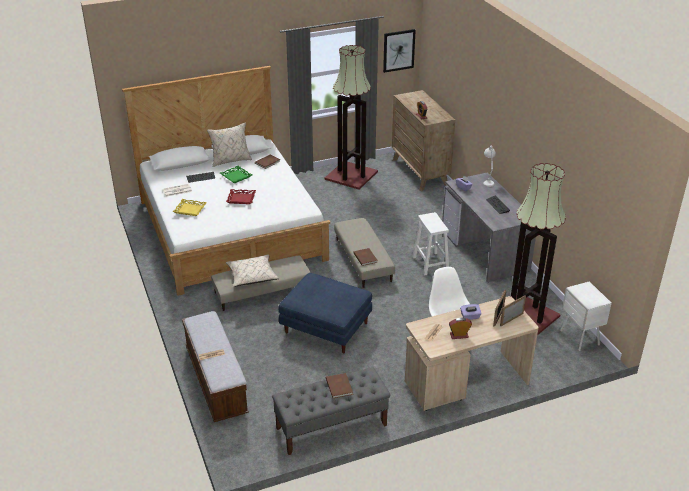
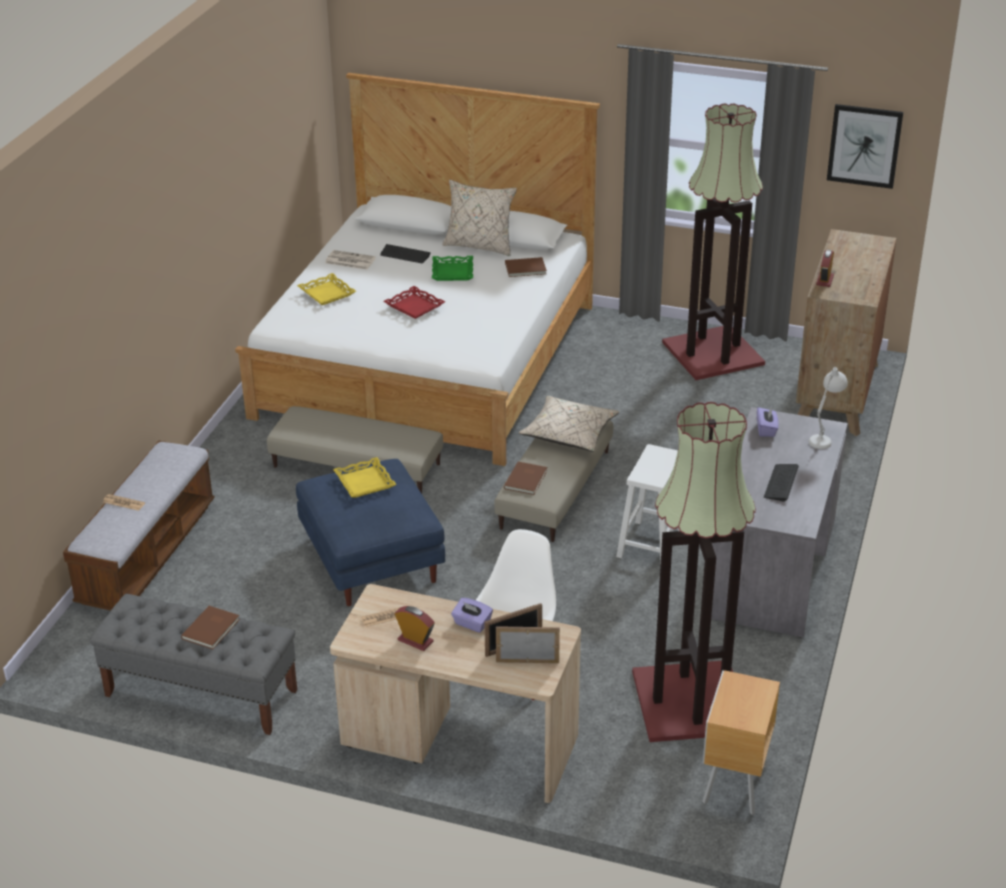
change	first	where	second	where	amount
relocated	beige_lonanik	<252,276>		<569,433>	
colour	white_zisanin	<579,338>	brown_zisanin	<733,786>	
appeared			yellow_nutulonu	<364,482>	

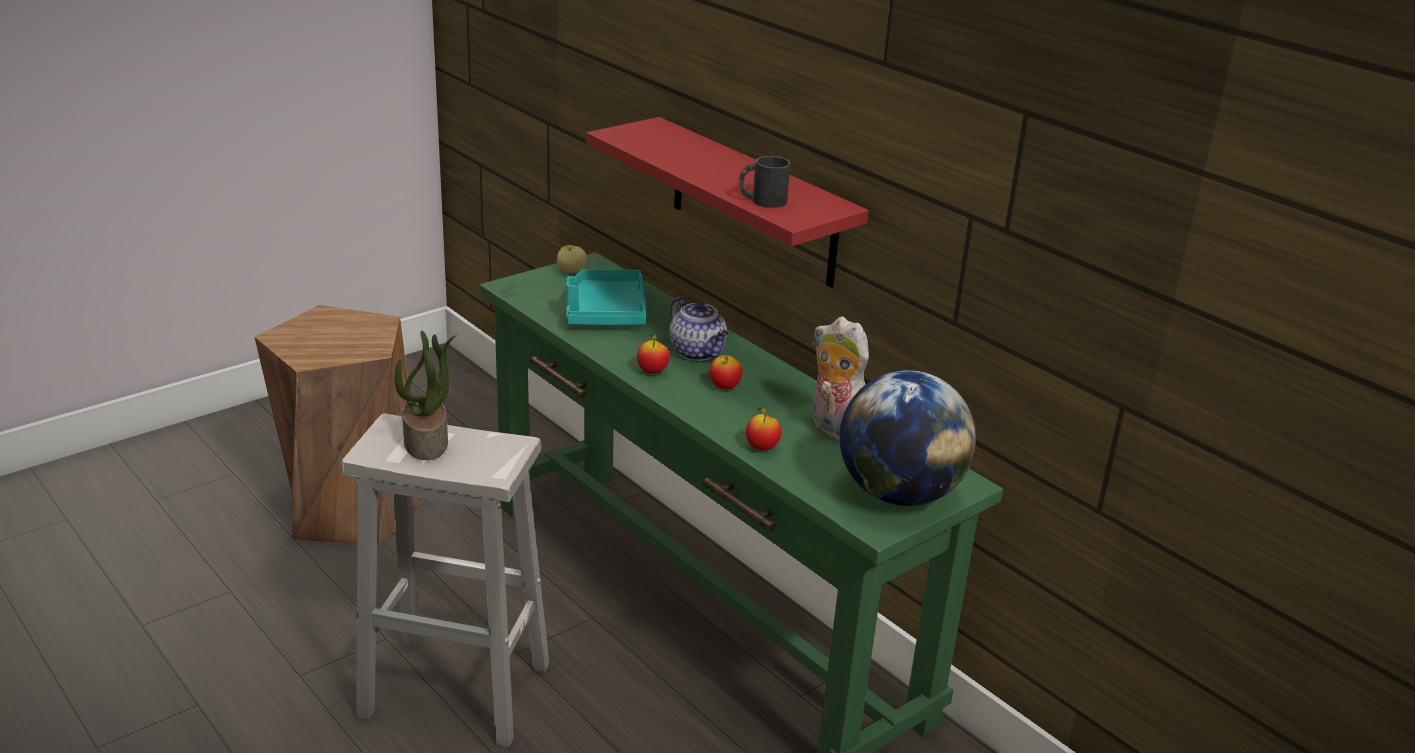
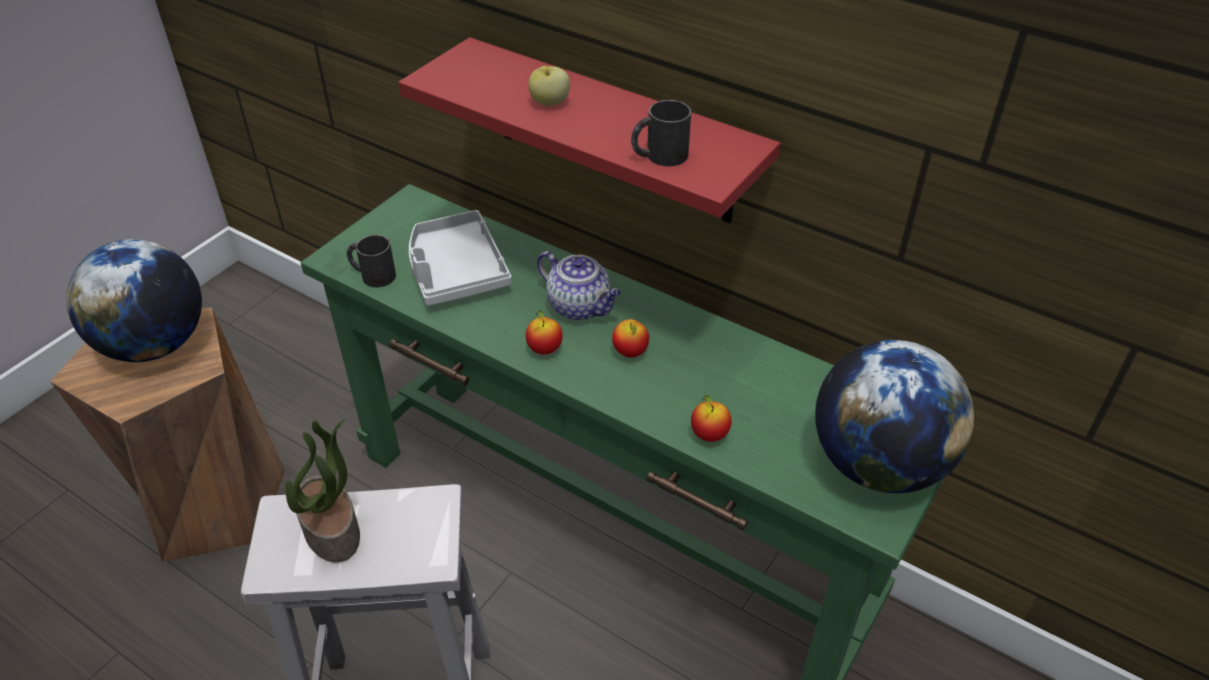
change	first	where	second	where	amount
relocated	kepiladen	<571,271>		<549,102>	
colour	turquoise_nutulonu	<605,312>	grey_nutulonu	<456,271>	
missing	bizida	<833,429>			
appeared			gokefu	<155,345>	
appeared			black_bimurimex	<372,275>	

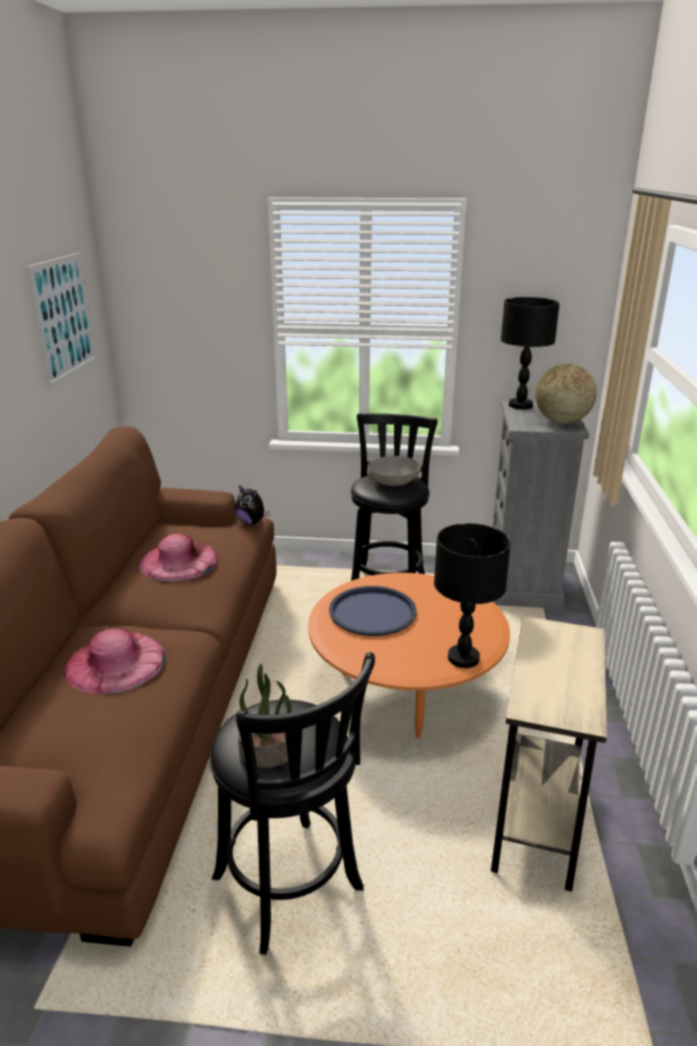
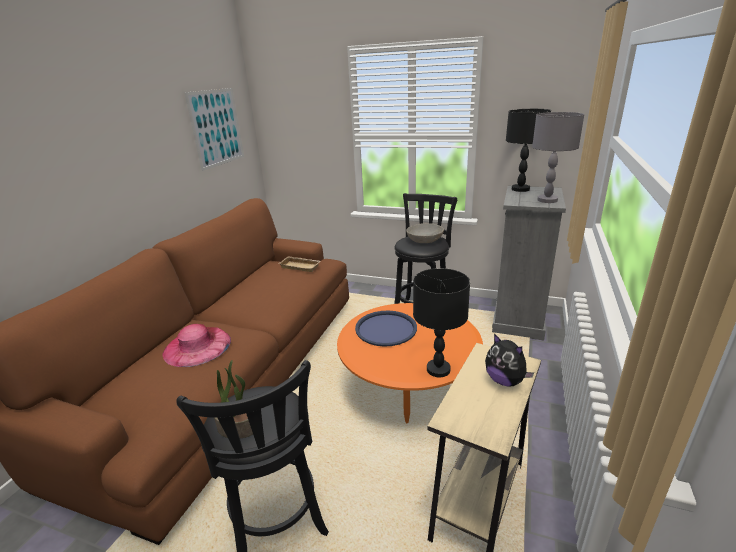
change	first	where	second	where	amount
missing	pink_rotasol	<179,561>			
relocated	bizida	<252,522>		<505,380>	
exchanged	gokefu	<561,422>	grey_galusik	<547,200>	
appeared			beige_nutulonu	<301,266>	

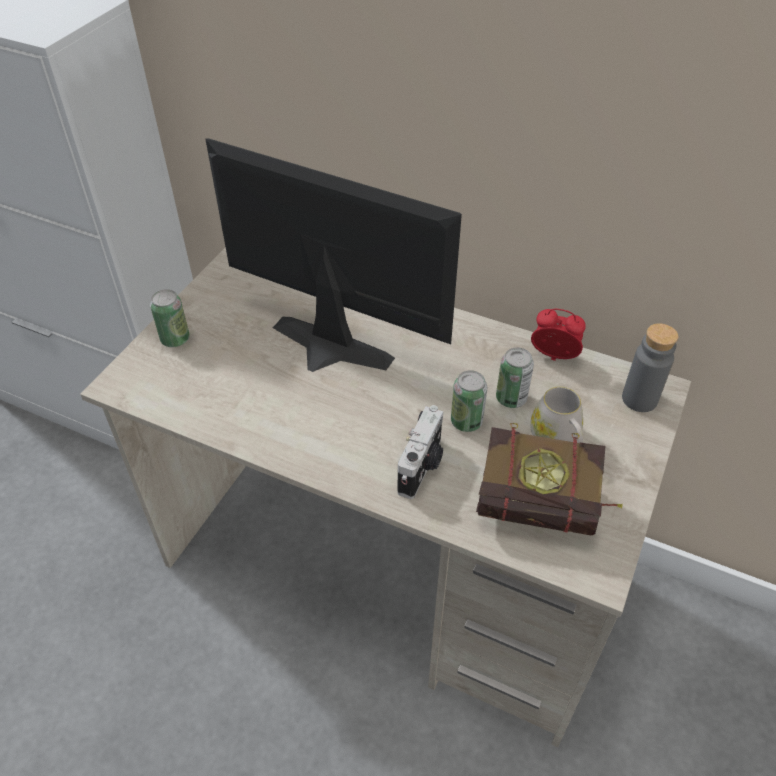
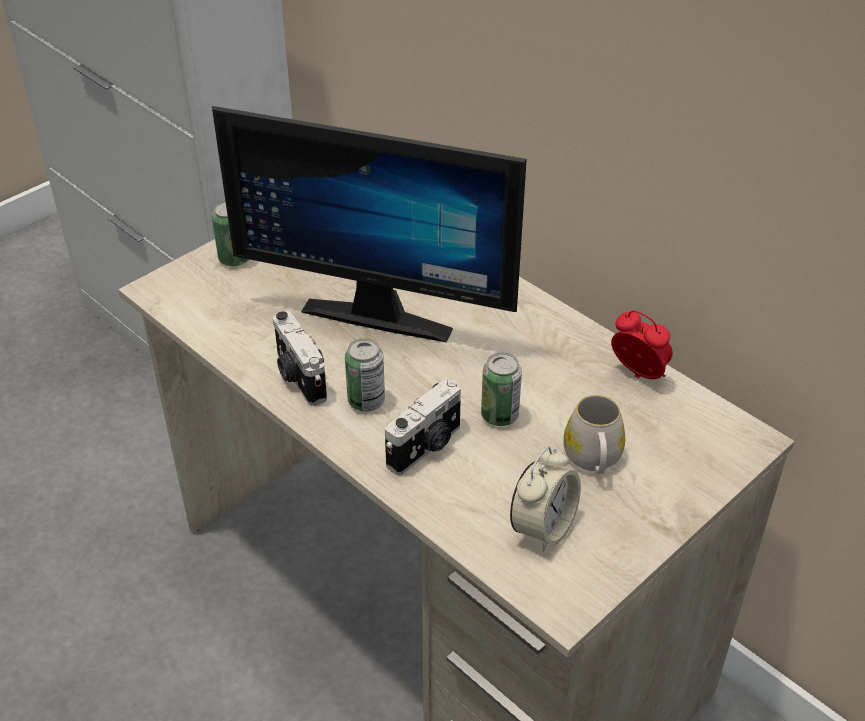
change	first	where	second	where	amount
spun	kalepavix	<324,353>		<382,308>	150 degrees clockwise
exchanged	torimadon	<549,510>	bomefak	<543,527>	
relocated	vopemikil	<511,398>		<366,401>	
missing	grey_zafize	<639,399>			
appeared			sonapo	<299,377>	

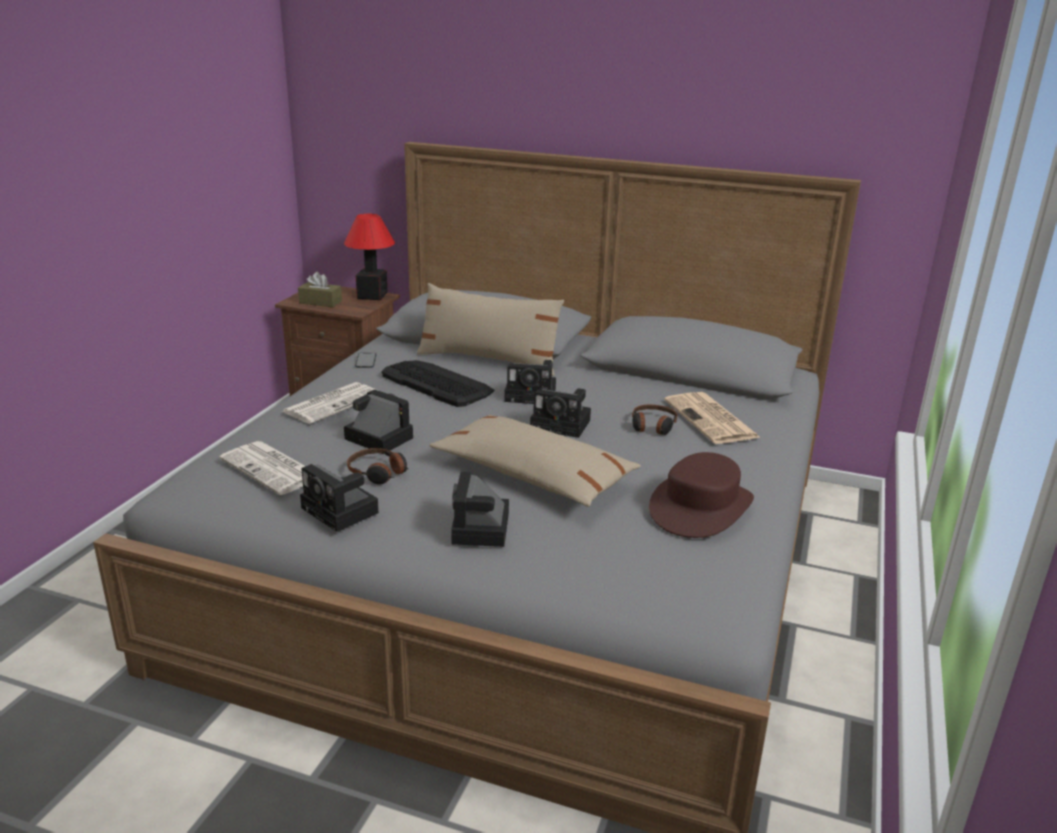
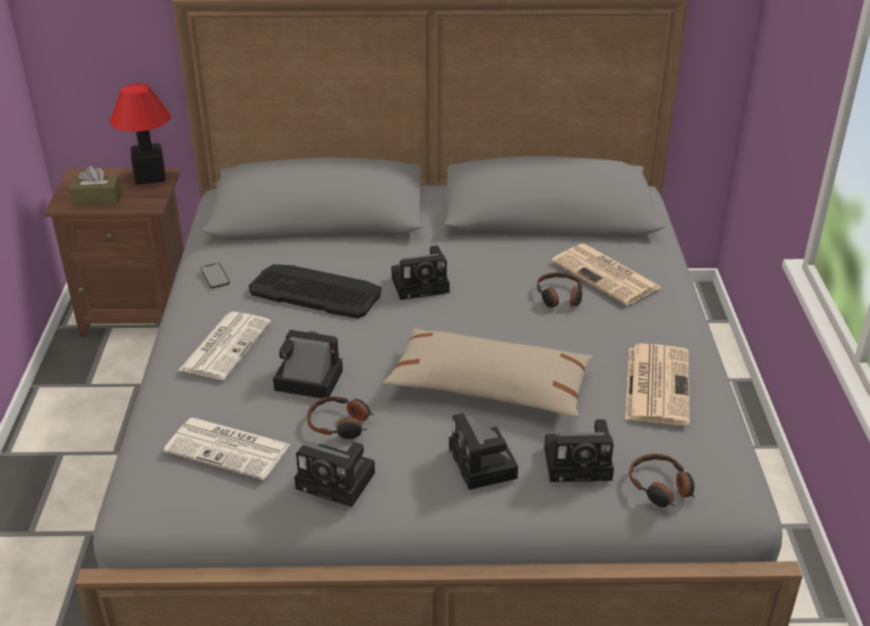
change	first	where	second	where	amount
missing	beige_lonanik	<488,360>			
relocated	sonapo	<563,425>		<580,462>	
exchanged	brown_rotasol	<700,507>	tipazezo	<656,384>	
appeared			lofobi	<661,488>	

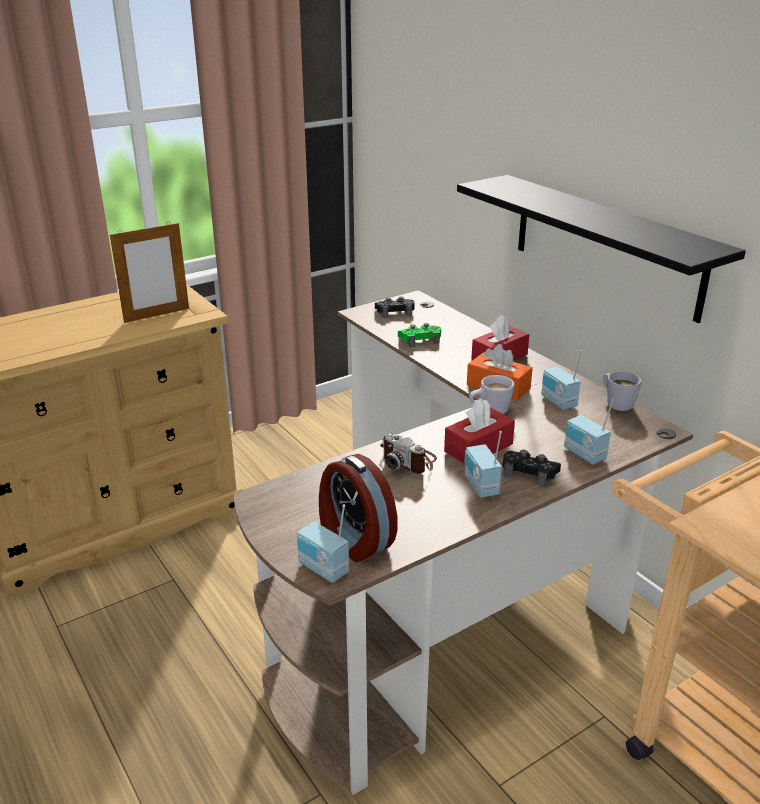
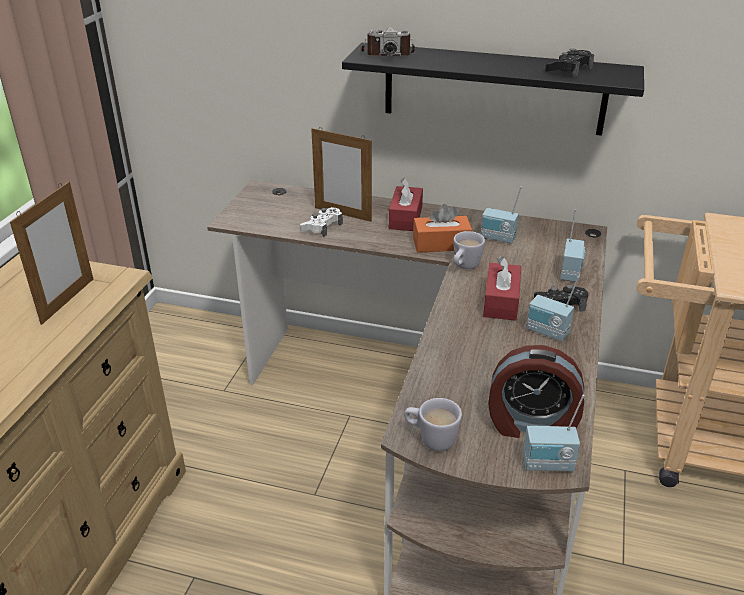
change	first	where	second	where	amount
relocated	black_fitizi	<395,312>		<569,70>	
relocated	sonapo	<409,460>		<387,53>	
colour	green_fitizi	<420,340>	white_fitizi	<322,226>	
spun	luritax	<583,455>		<571,273>	90 degrees counterclockwise
relocated	white_bimurimex	<616,403>		<430,439>	
appeared			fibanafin	<343,214>	

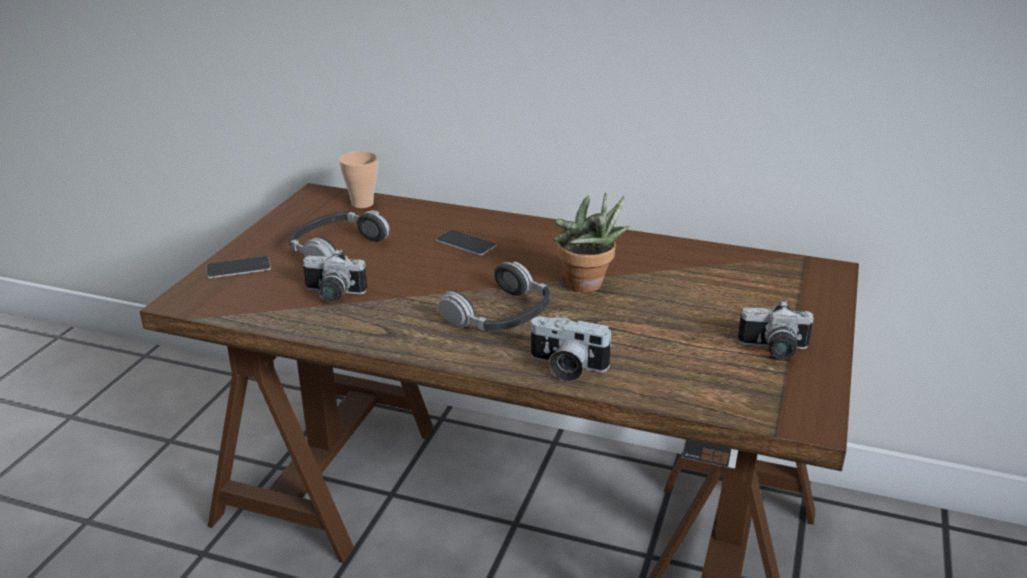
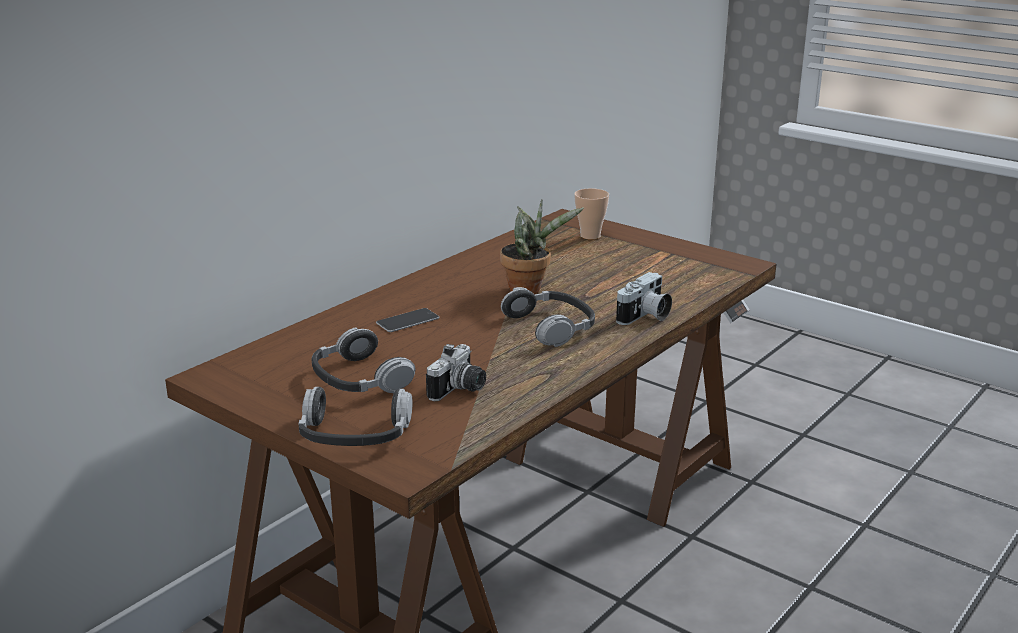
change	first	where	second	where	amount
exchanged	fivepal	<238,267>	lofobi	<355,434>	
relocated	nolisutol	<362,203>		<590,236>	
missing	sonapo	<774,350>			

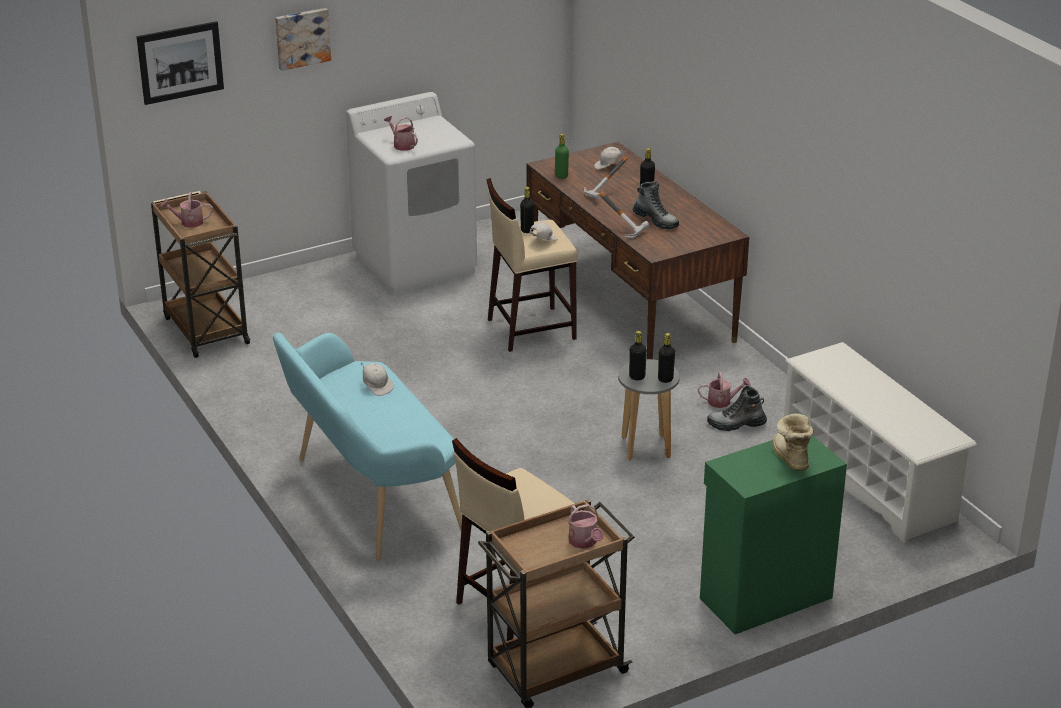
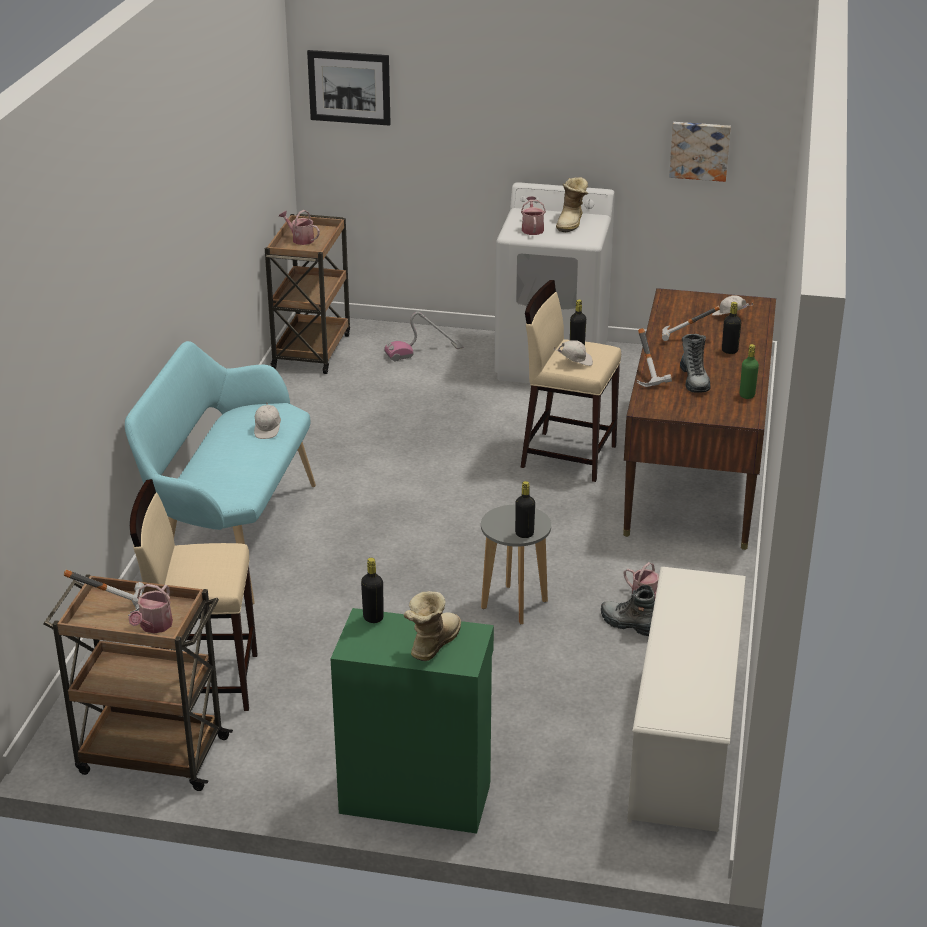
change	first	where	second	where	amount
relocated	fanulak	<302,38>		<699,150>	
relocated	green_zafize	<561,176>		<747,395>	
relocated	black_zafize	<637,377>		<373,618>	
appeared			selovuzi	<111,604>	
appeared			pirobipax	<424,351>	
appeared			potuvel	<572,223>	

